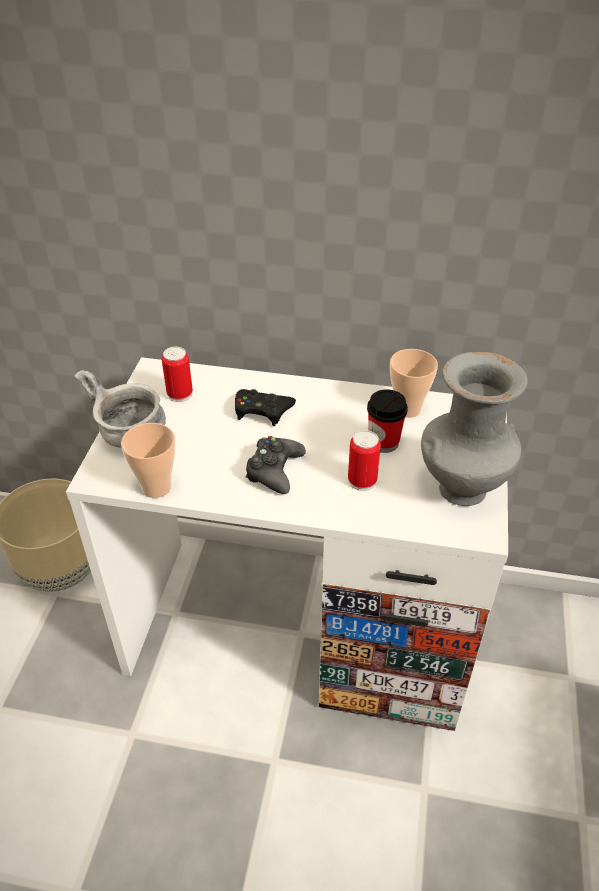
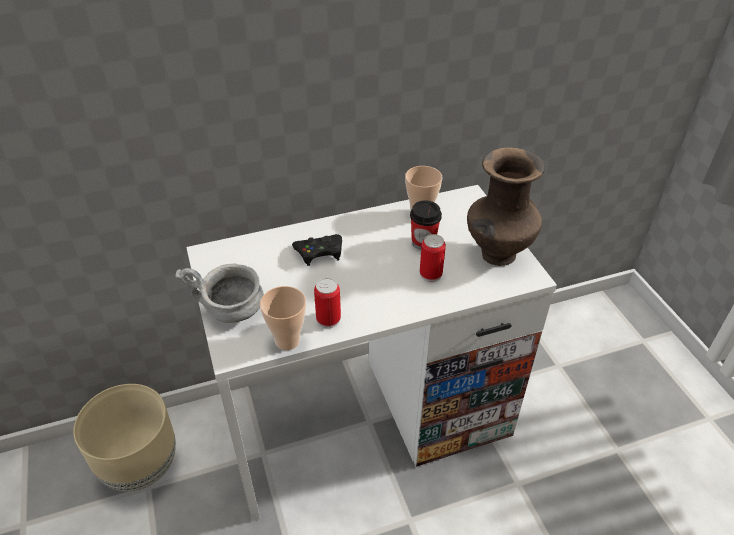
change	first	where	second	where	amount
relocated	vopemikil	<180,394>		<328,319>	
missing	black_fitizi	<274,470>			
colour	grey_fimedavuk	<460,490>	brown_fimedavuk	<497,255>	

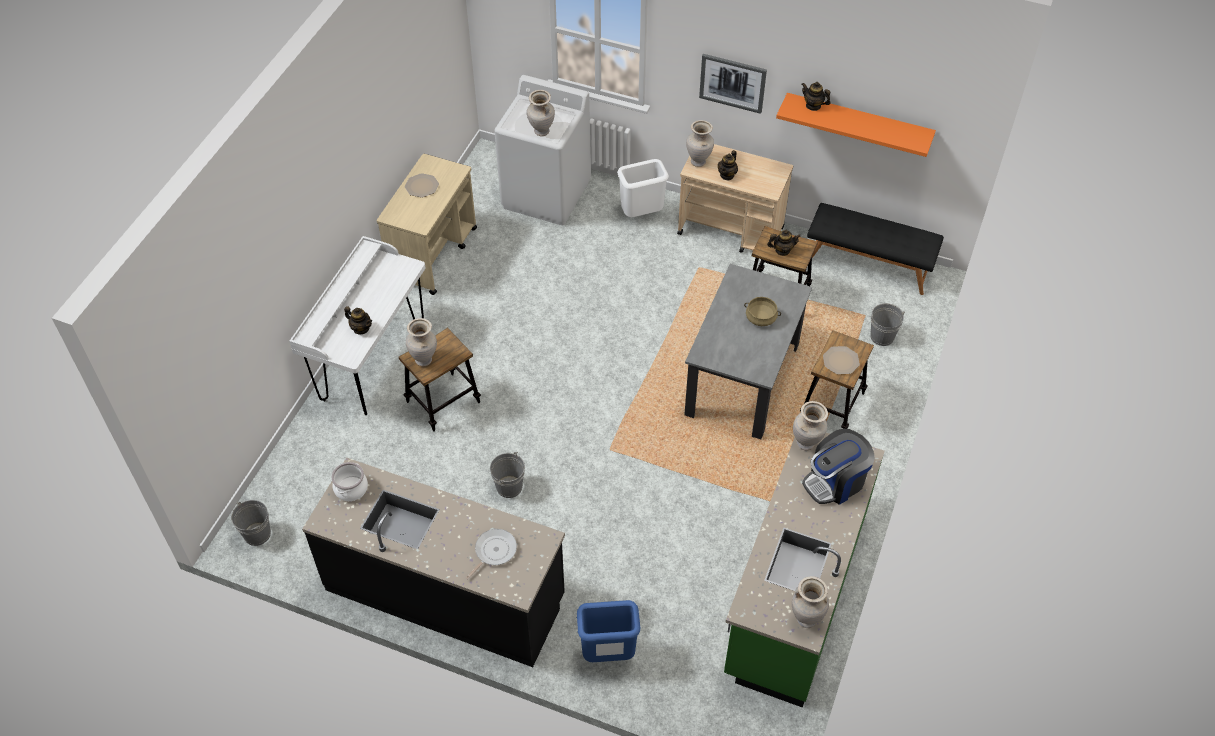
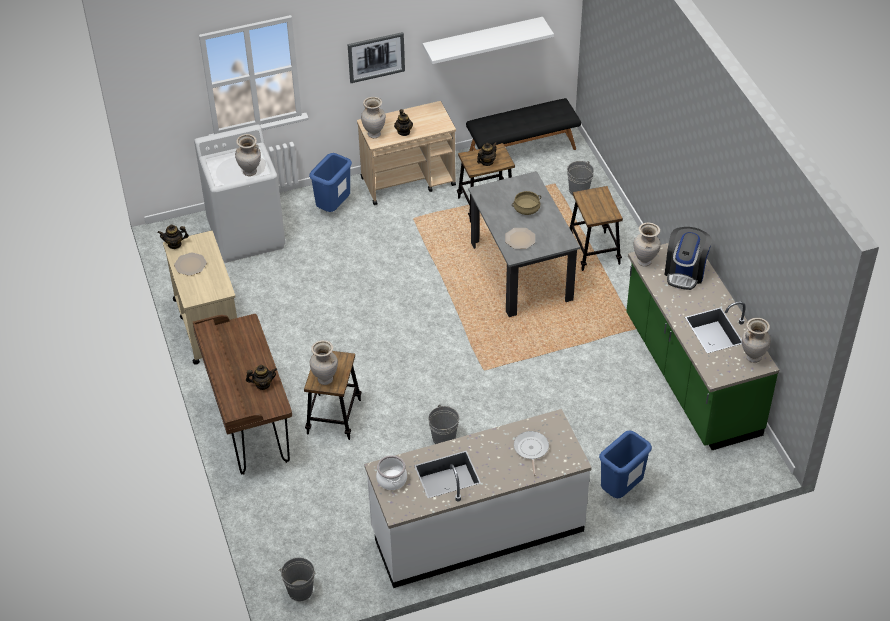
change	first	where	second	where	amount
colour	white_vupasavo	<372,362>	brown_vupasavo	<250,425>	
colour	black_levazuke	<445,592>	white_levazuke	<477,530>	
colour	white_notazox	<641,215>	blue_notazox	<333,207>	
colour	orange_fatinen	<858,122>	white_fatinen	<483,39>	
relocated	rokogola	<813,106>		<174,244>	
relocated	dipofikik	<840,361>		<520,239>	

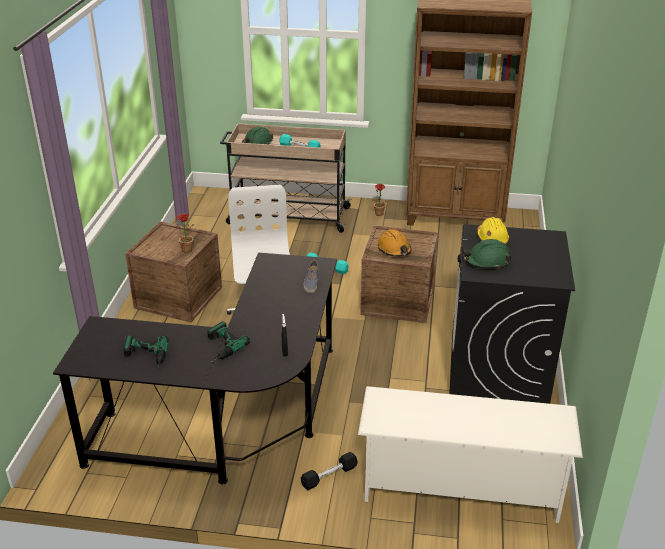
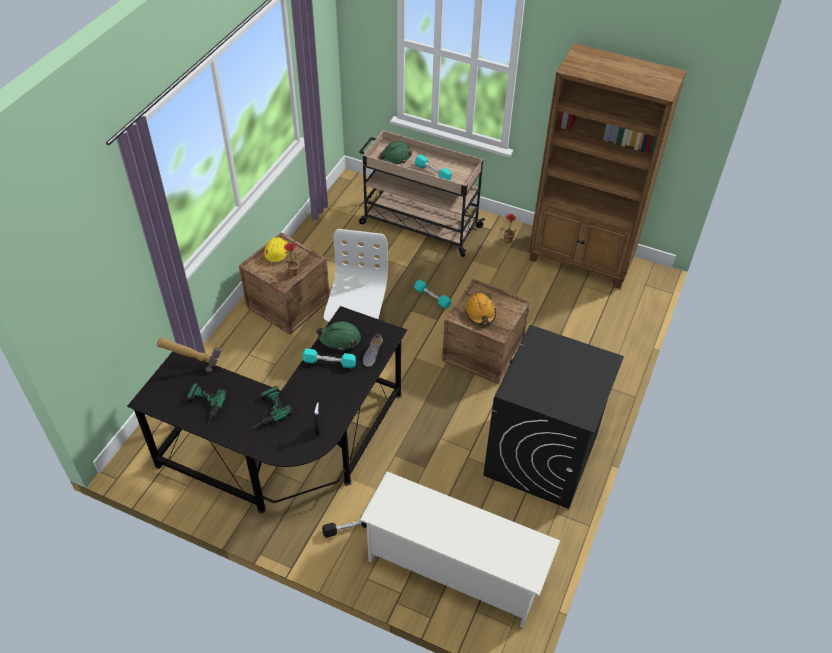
change	first	where	second	where	amount
relocated	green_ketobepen	<486,261>		<339,339>	
relocated	yellow_ketobepen	<492,238>		<277,253>	
appeared			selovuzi	<194,365>	
appeared			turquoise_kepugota	<329,362>	

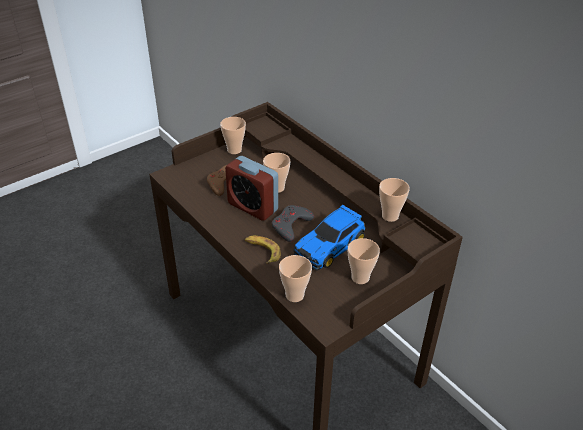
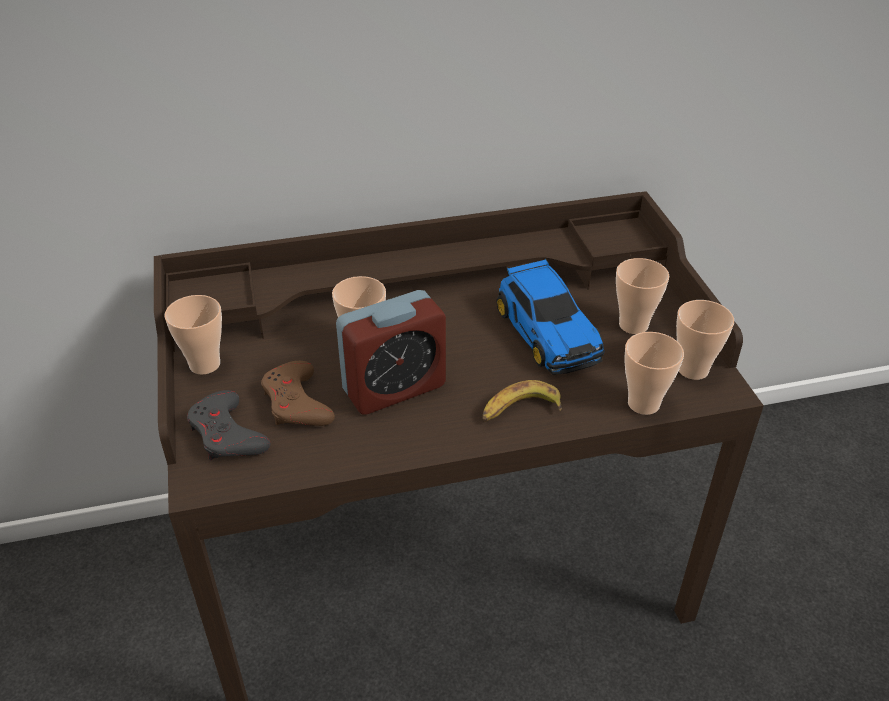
change	first	where	second	where	amount
relocated	grey_fitizi	<291,226>		<227,434>	
relocated	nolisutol	<390,216>		<693,369>	

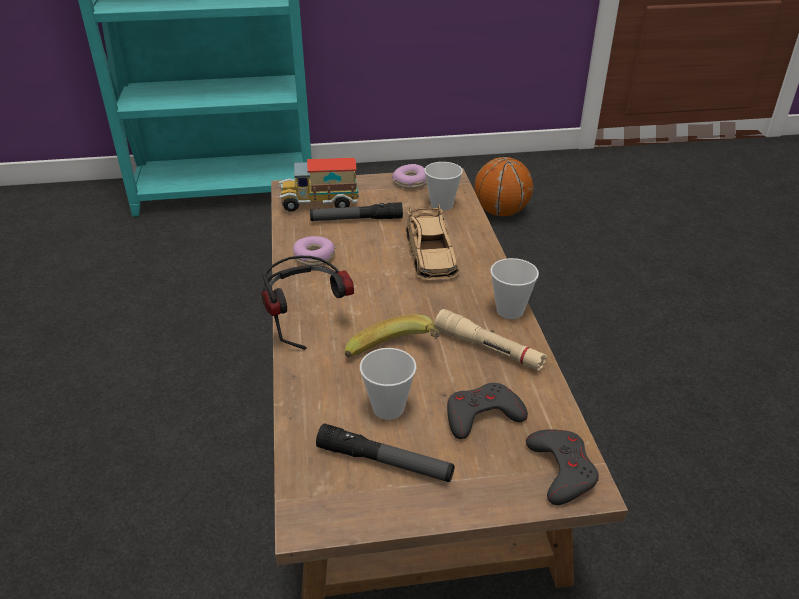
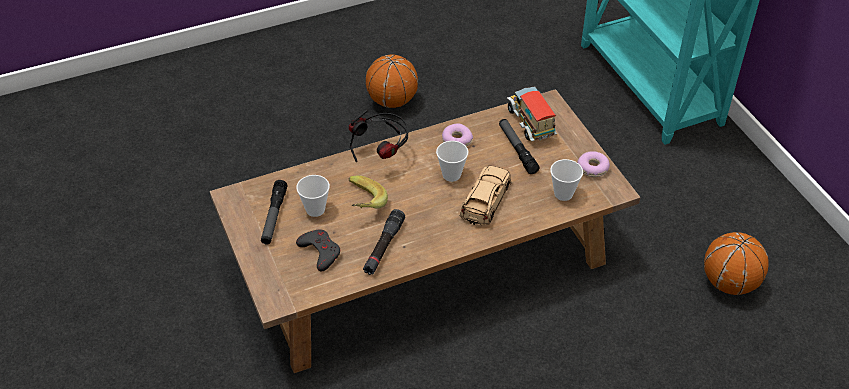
change	first	where	second	where	amount
spun	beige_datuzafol	<430,254>		<485,200>	135 degrees clockwise
colour	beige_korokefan	<488,349>	black_korokefan	<384,247>	
relocated	nolisutol	<510,311>		<451,175>	
missing	grey_fitizi	<561,470>			
appeared			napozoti	<392,101>	

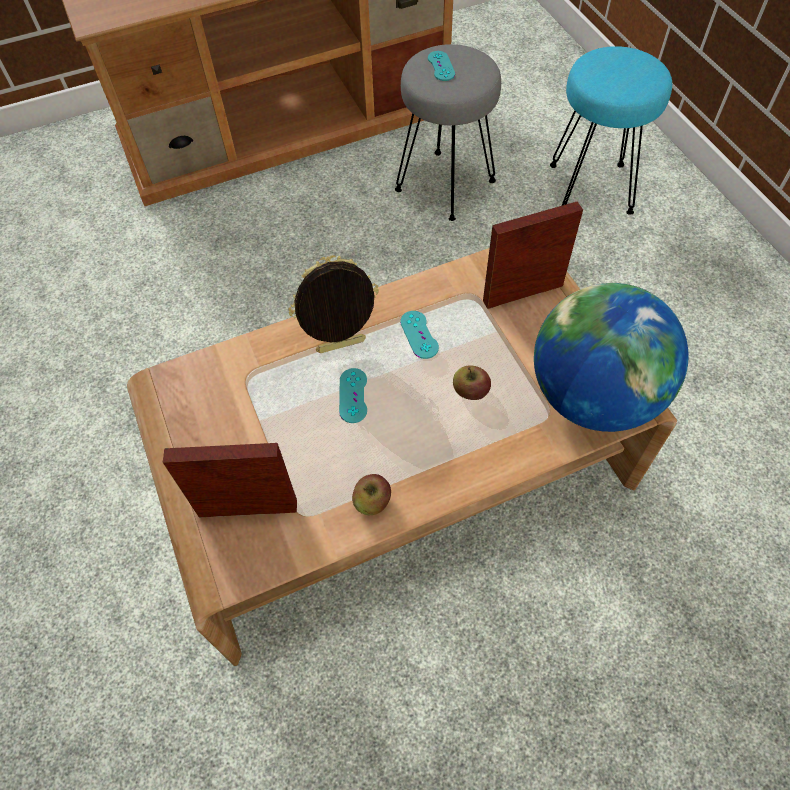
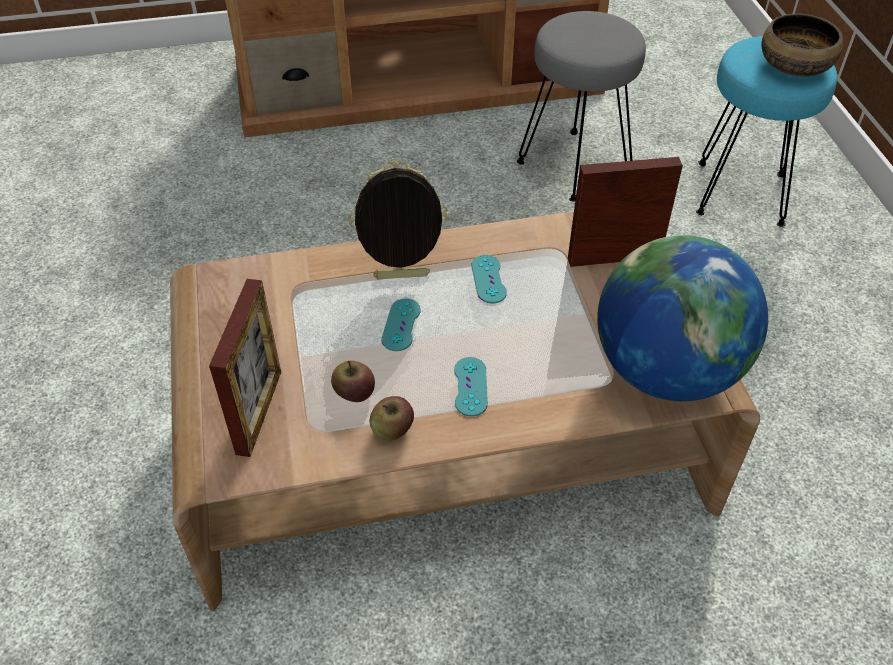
change	first	where	second	where	amount
spun	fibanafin	<248,508>		<259,412>	90 degrees clockwise
relocated	turquoise_fitizi	<441,66>		<470,386>	
relocated	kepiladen	<470,391>		<354,393>	
appeared			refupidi	<794,66>	

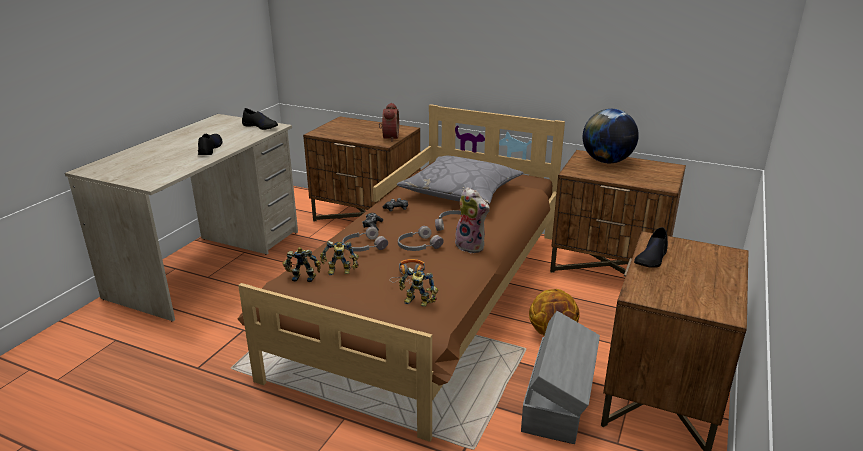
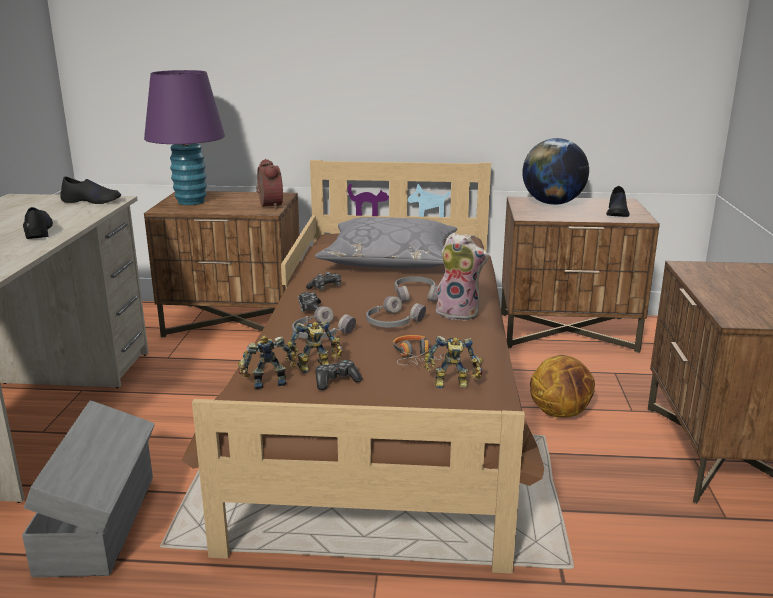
change	first	where	second	where	amount
relocated	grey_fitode	<558,400>		<101,522>	
relocated	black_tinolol	<651,258>		<617,213>	
appeared			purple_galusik	<191,202>	
appeared			fitizi	<336,381>	

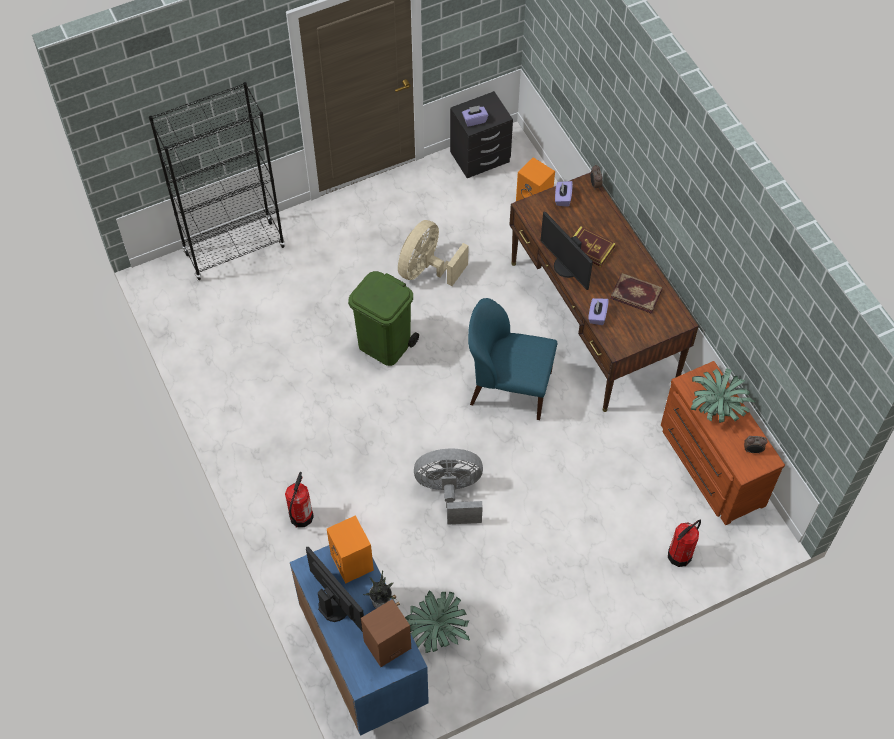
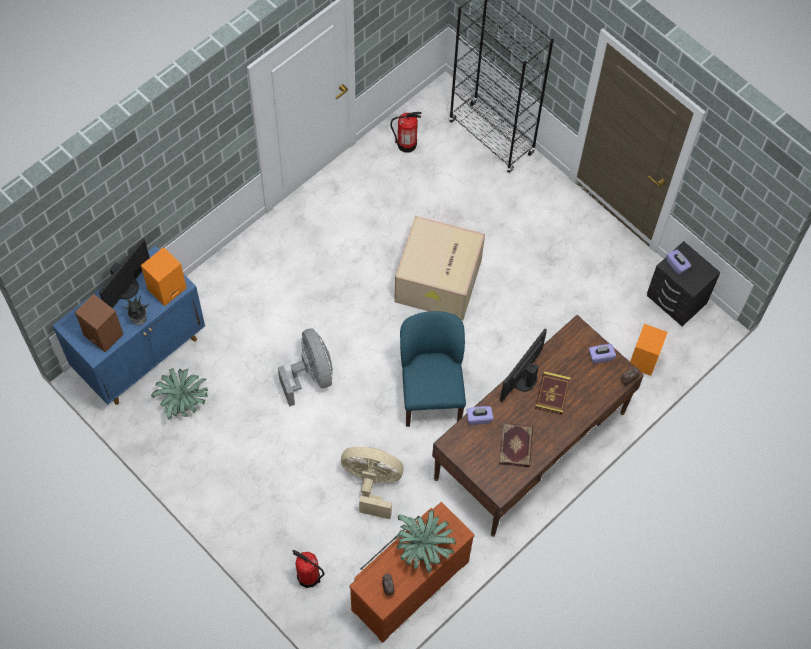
change	first	where	second	where	amount
relocated	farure	<301,517>		<406,144>	
exchanged	green_notazox	<385,345>	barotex	<439,282>	
relocated	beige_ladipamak	<427,270>		<372,484>	

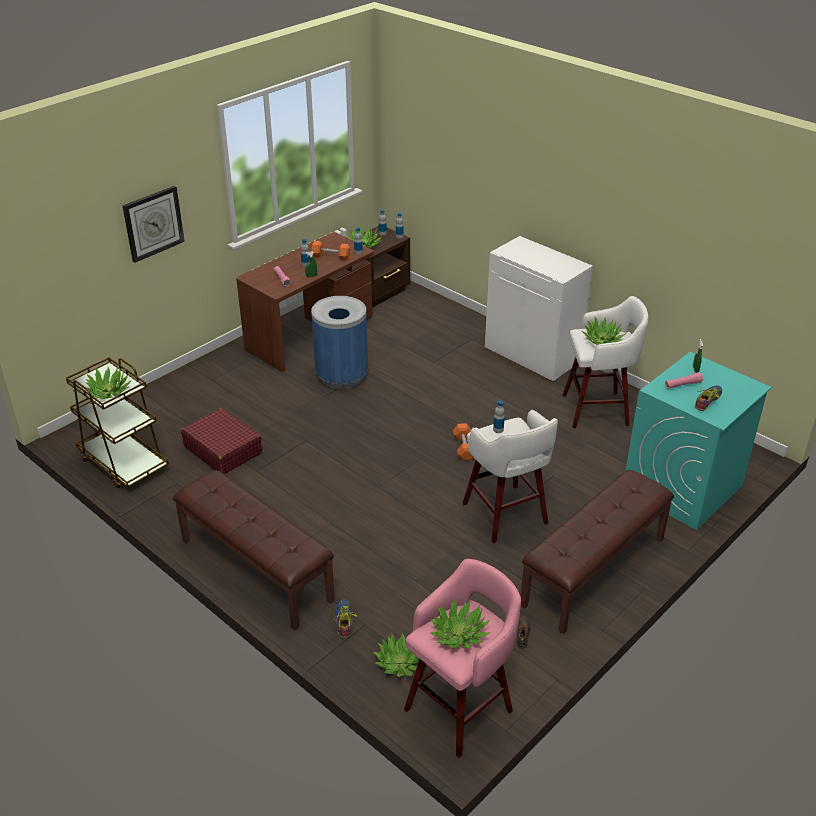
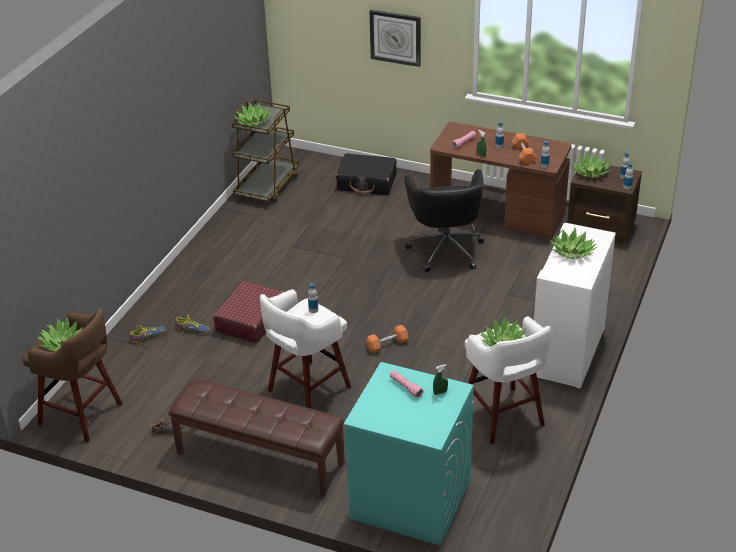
change	first	where	second	where	amount
missing	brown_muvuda	<255,570>			
relocated	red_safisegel	<223,450>		<251,320>	
exchanged	blue_notazox	<342,377>	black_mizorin	<445,249>	
relocated	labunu	<400,662>		<572,252>	
colour	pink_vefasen	<461,708>	brown_vefasen	<82,415>	
relocated	tinolol	<707,400>		<193,329>	
appeared			black_safisegel	<367,182>	

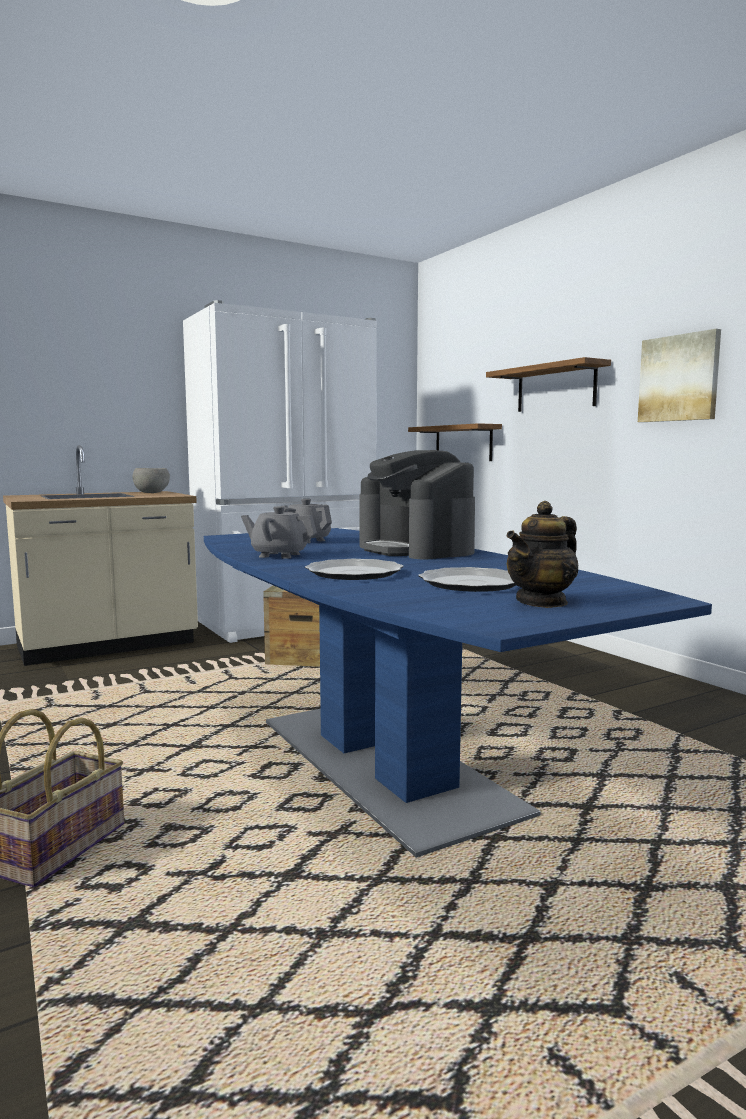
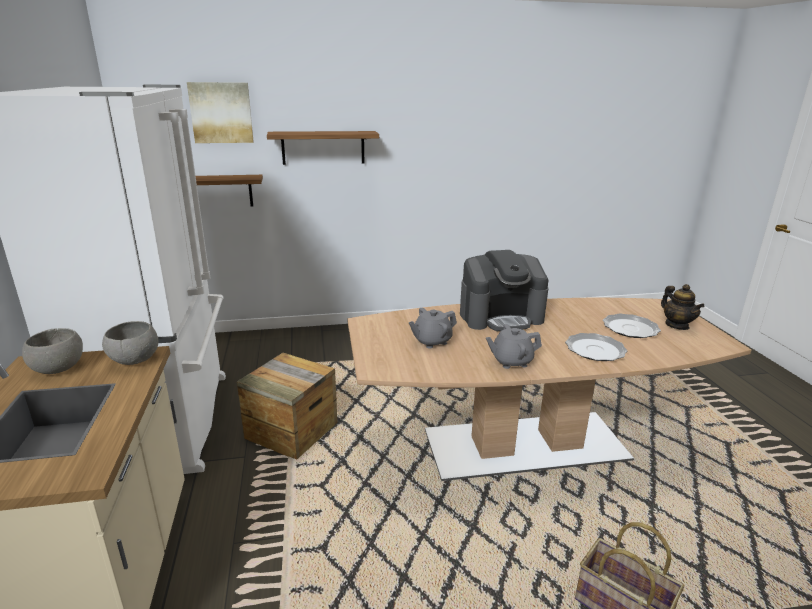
change	first	where	second	where	amount
colour	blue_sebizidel	<383,764>	brown_sebizidel	<526,445>	
spun	grey_rokogola	<279,555>		<511,361>	45 degrees clockwise
relocated	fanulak	<679,378>		<221,112>	
appeared			grey_refupidi	<135,360>	

